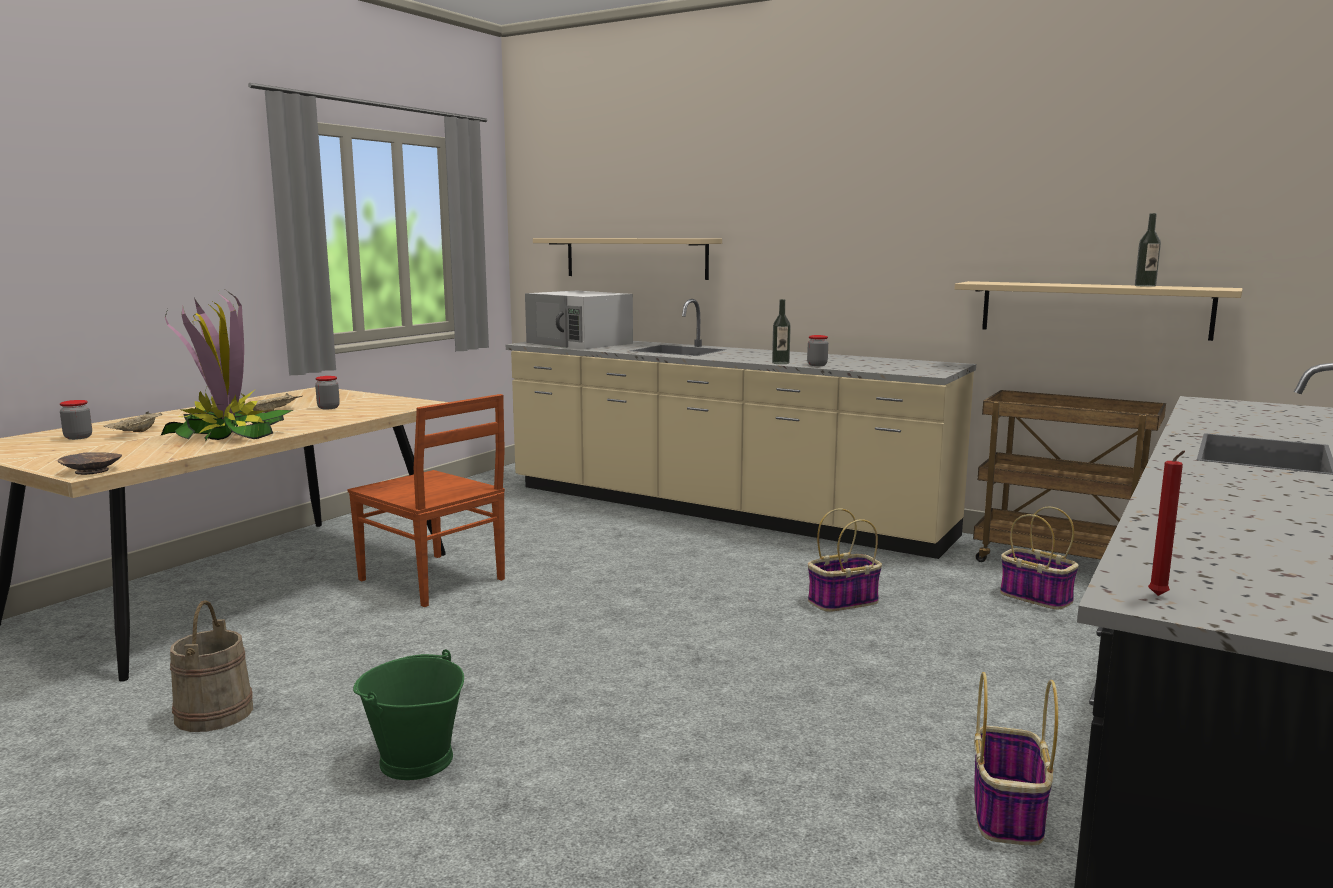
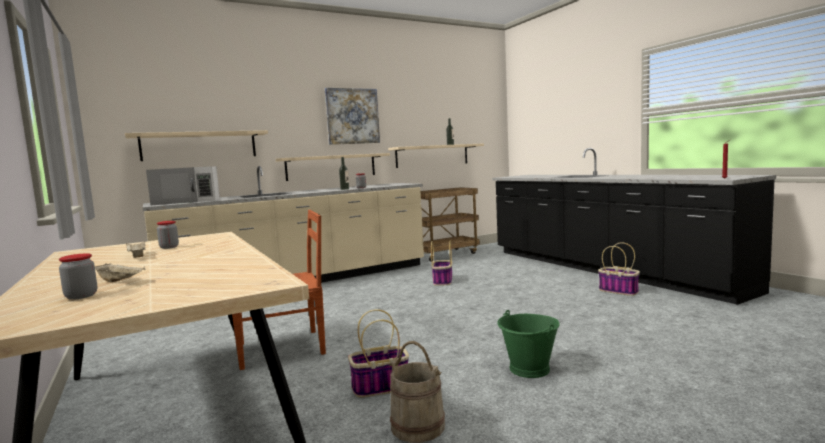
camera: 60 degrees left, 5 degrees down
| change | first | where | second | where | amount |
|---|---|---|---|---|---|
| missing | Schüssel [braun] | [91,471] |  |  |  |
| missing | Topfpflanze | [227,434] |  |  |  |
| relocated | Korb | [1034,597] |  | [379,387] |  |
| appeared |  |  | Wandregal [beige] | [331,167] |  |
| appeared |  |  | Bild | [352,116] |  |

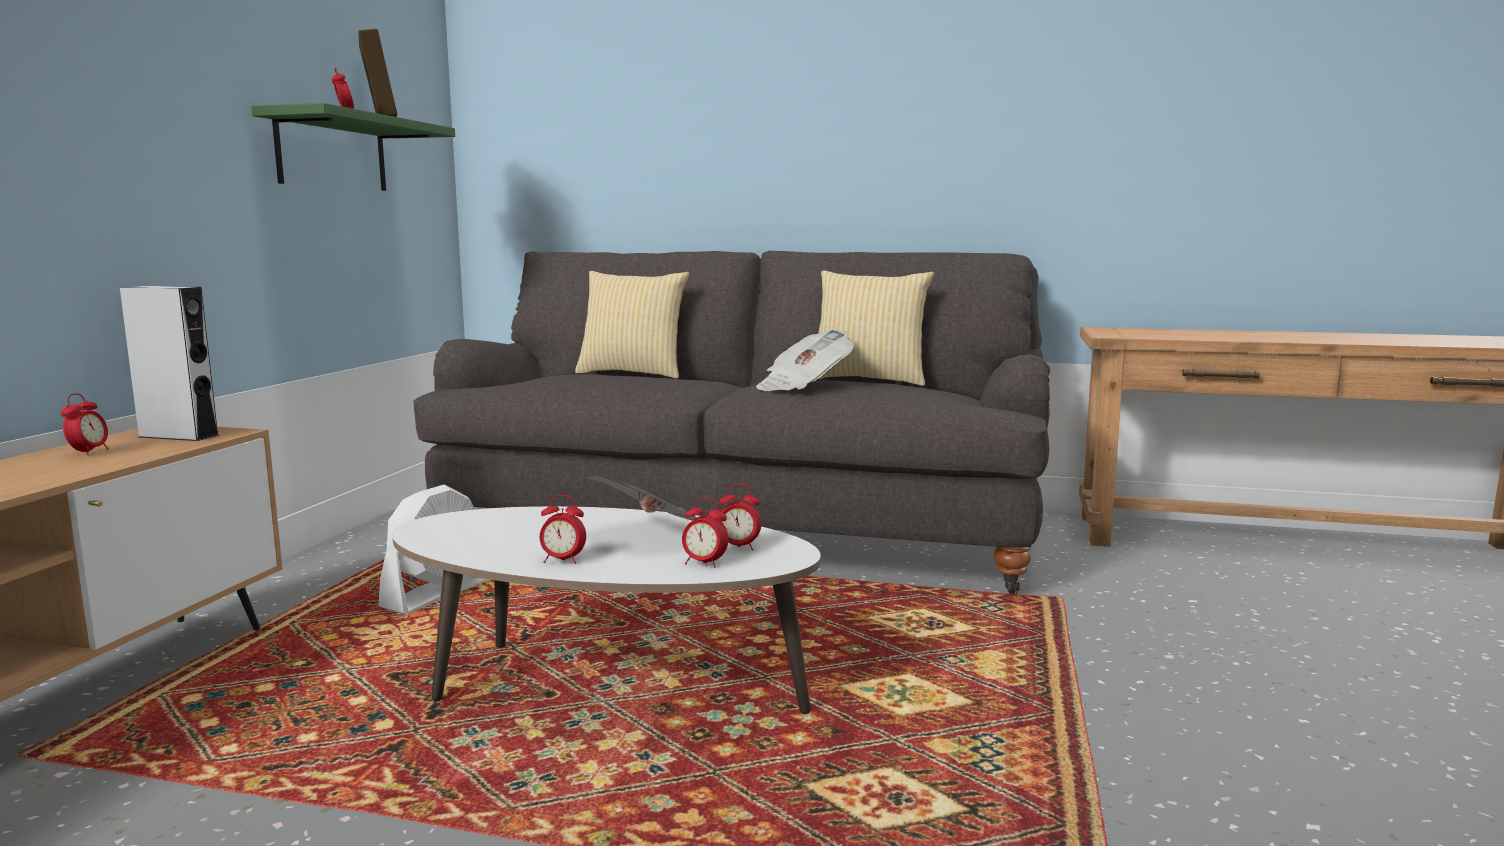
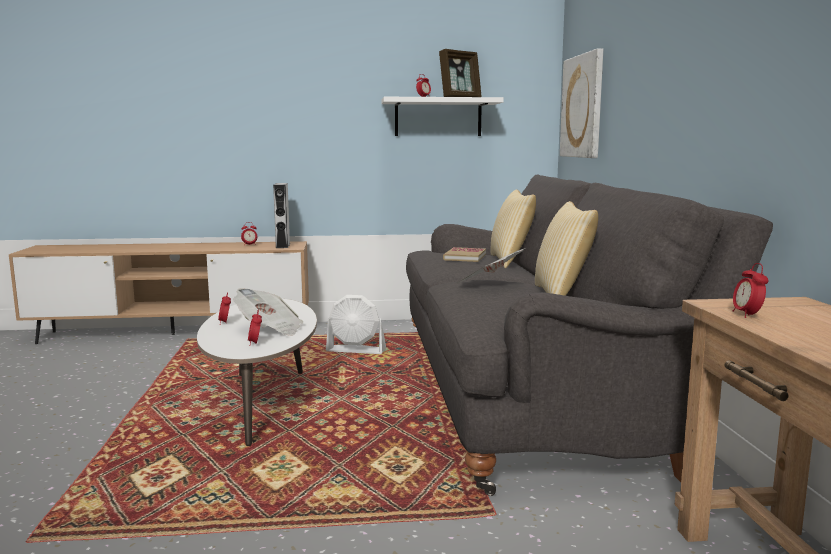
camera: 70 degrees right, 0 degrees up
| change | first | where | second | where | amount |
|---|---|---|---|---|---|
| colour | Wandregal [grün] | [332,153] | Wandregal [weiß] | [438,117] |  |
| relocated | Wecker | [704,563] |  | [747,315] |  |
| appeared |  |  | Buch | [465,257] |  |
| appeared |  |  | Bild | [583,106] |  |

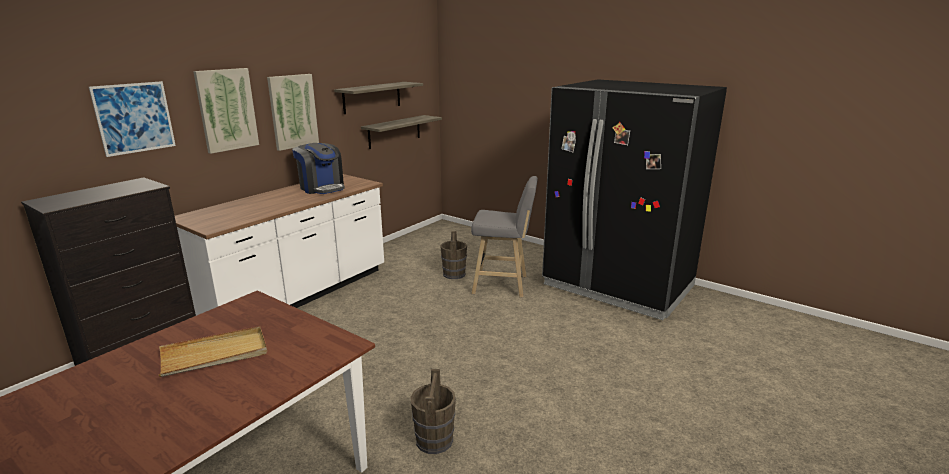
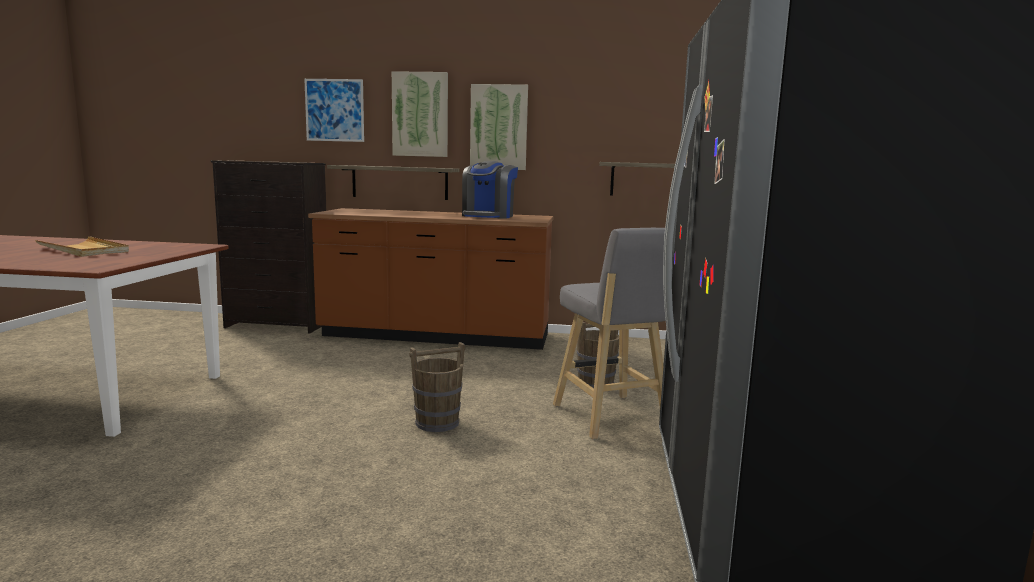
camera: 60 degrees right, 10 degrees down
| change | first | where | second | where | amount |
|---|---|---|---|---|---|
| colour | Küchenzeile [weiß] | [297,296] | Küchenzeile [braun] | [435,336] |  |
| relocated | Wandregal | [372,97] |  | [400,182] |  |
| relocated | Eimer [braun] | [434,440] |  | [438,423] |  |

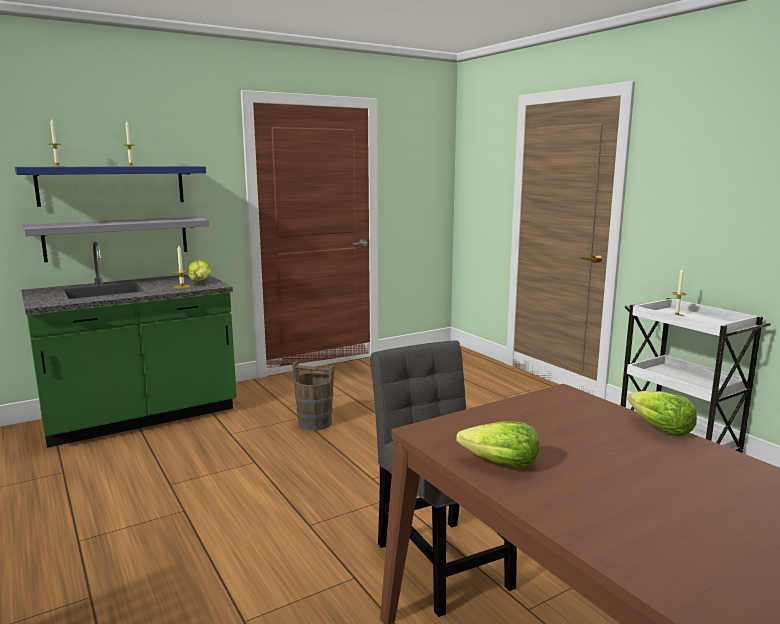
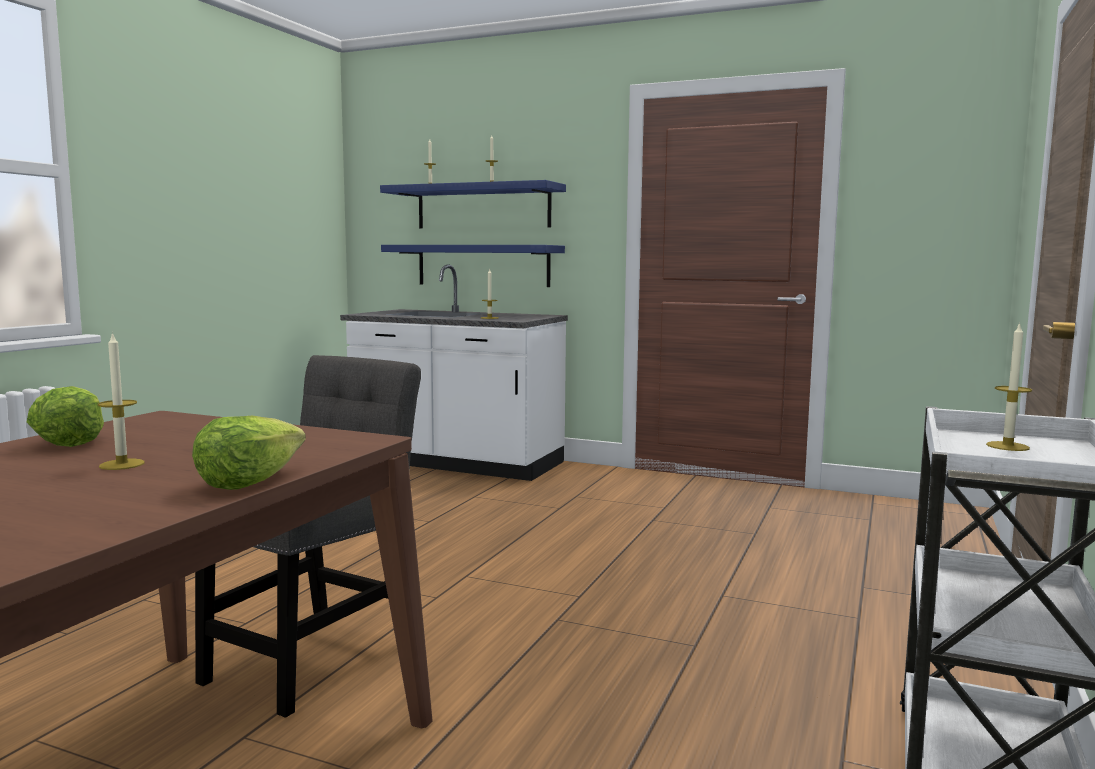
camera: 55 degrees right, 5 degrees down
| change | first | where | second | where | amount |
|---|---|---|---|---|---|
| colour | Küchenzeile [grün] | [141,417] | Küchenzeile [weiß] | [456,463] |  |
| colour | Wandregal [grau] | [117,238] | Wandregal [blau] | [483,265] |  |
| missing | Salatkopf | [200,281] |  |  |  |
| missing | Eimer [braun] | [314,423] |  |  |  |
| appeared |  |  | Kerze | [122,464] |  |

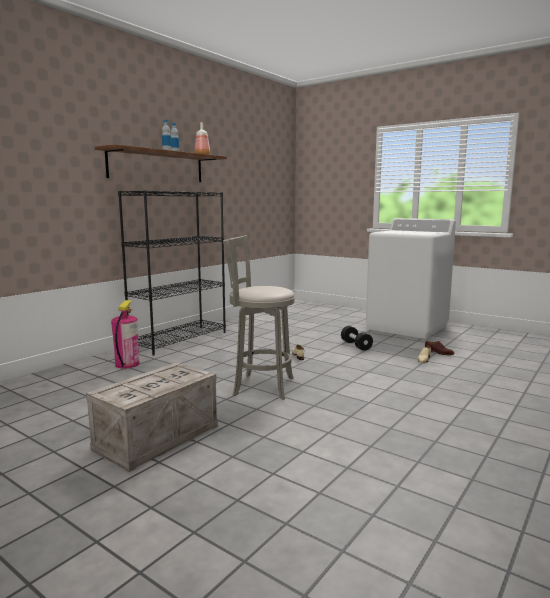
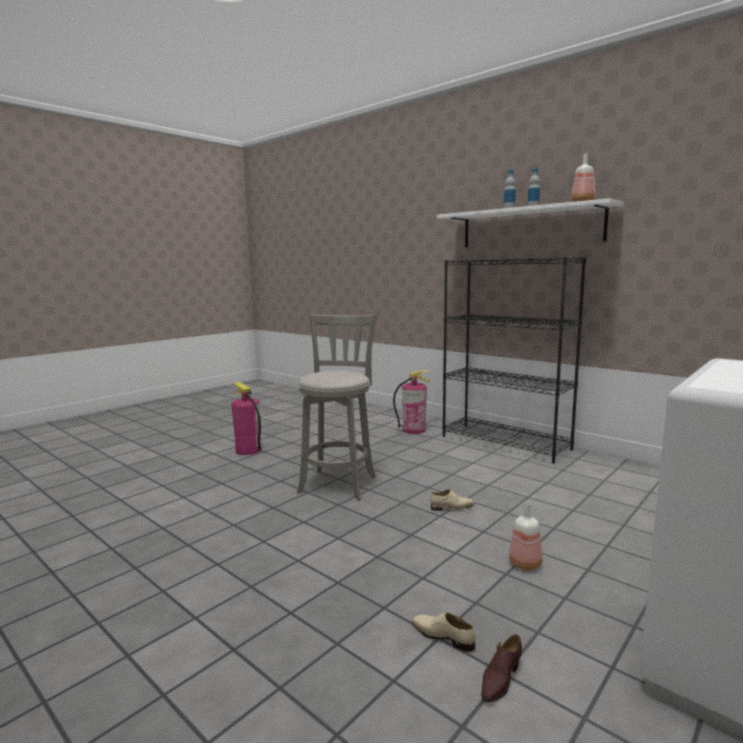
camera: 95 degrees right, 0 degrees up
| change | first | where | second | where | amount |
|---|---|---|---|---|---|
| exchanged | Kiste | [156,438] | Feuerlöscher | [248,450] |  |
| colour | Wandregal [braun] | [157,166] | Wandregal [weiß] | [530,227] |  |
| exchanged | Hantel [schwarz] | [356,345] | Flasche | [525,563] |  |

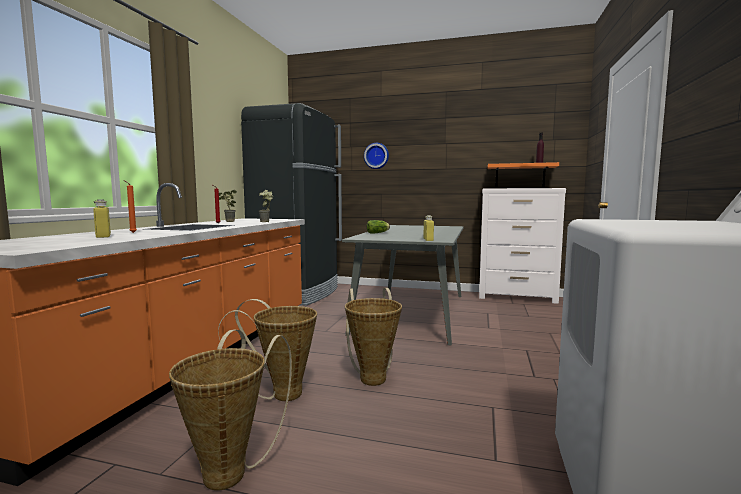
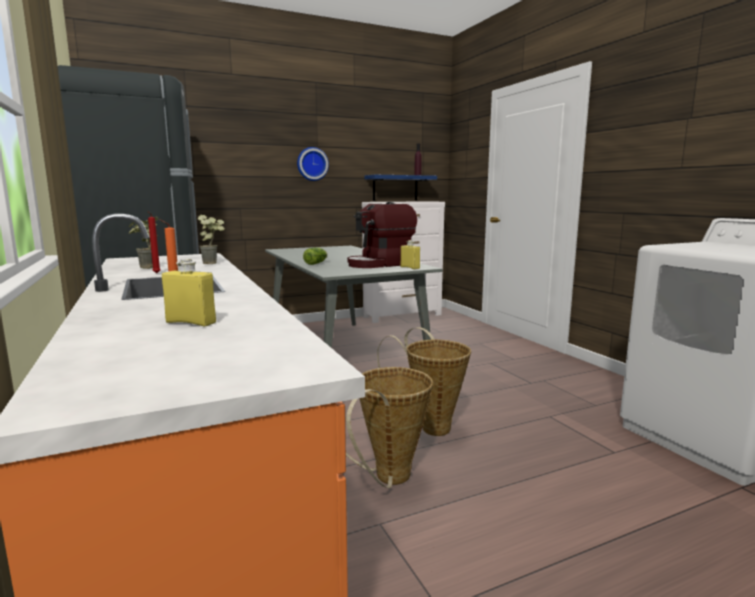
camera: 40 degrees left, 5 degrees up
| change | first | where | second | where | amount |
|---|---|---|---|---|---|
| missing | Korb | [231,470] |  |  |  |
| relocated | Wanduhr | [376,156] |  | [312,164] |  |
| colour | Wandregal [orange] | [520,176] | Wandregal [blau] | [395,188] |  |
| appeared |  |  | Kaffeemaschine | [381,264] |  |

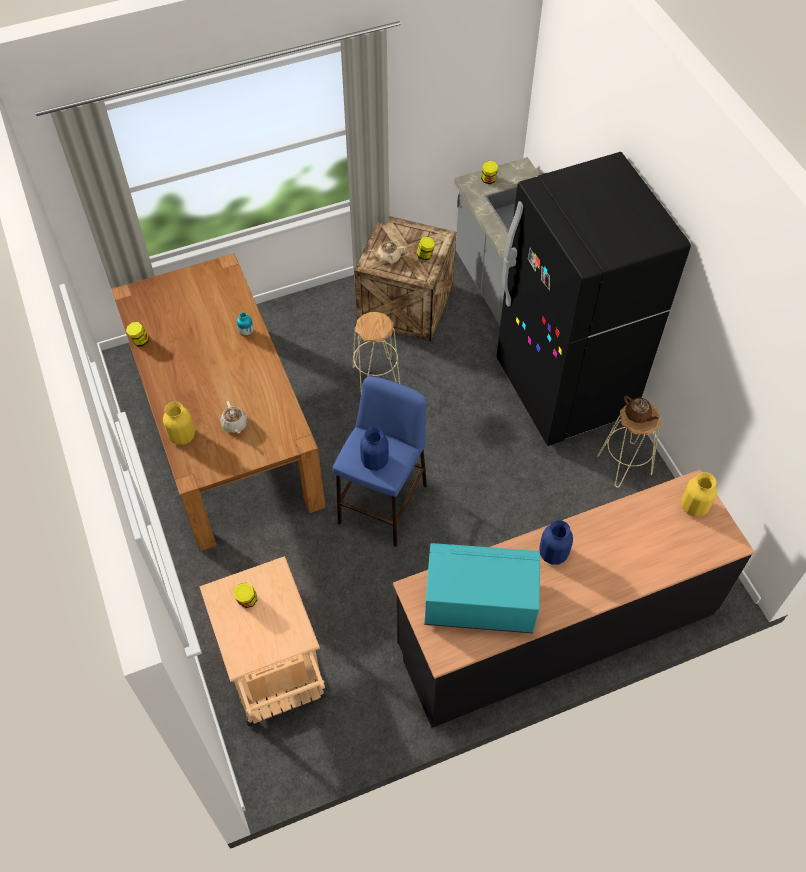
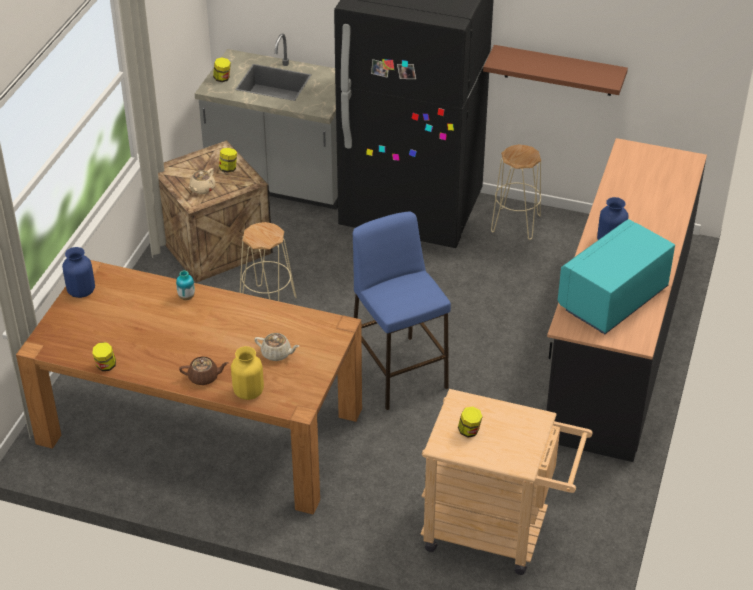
camera: 50 degrees left, 15 degrees down
| change | first | where | second | where | amount |
|---|---|---|---|---|---|
| relocated | Vase [blau] | [375,461] |  | [81,291] |  |
| relocated | Teekanne [braun] | [638,415] |  | [204,377] |  |
| missing | Vase [gelb] | [694,506] |  |  |  |
| appeared |  |  | Wandregal [braun] | [558,71] |  |

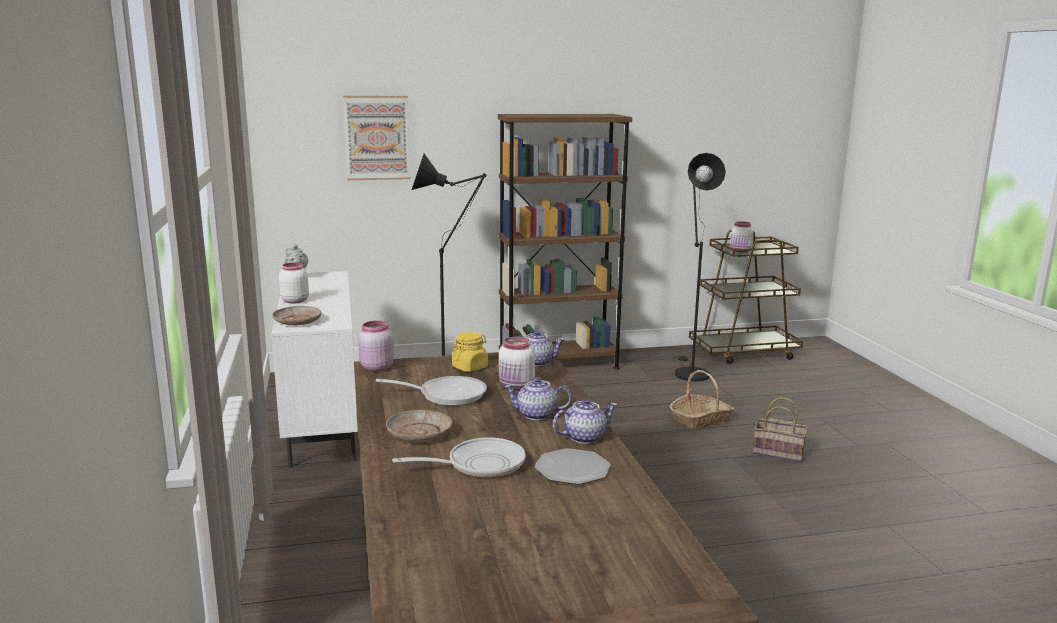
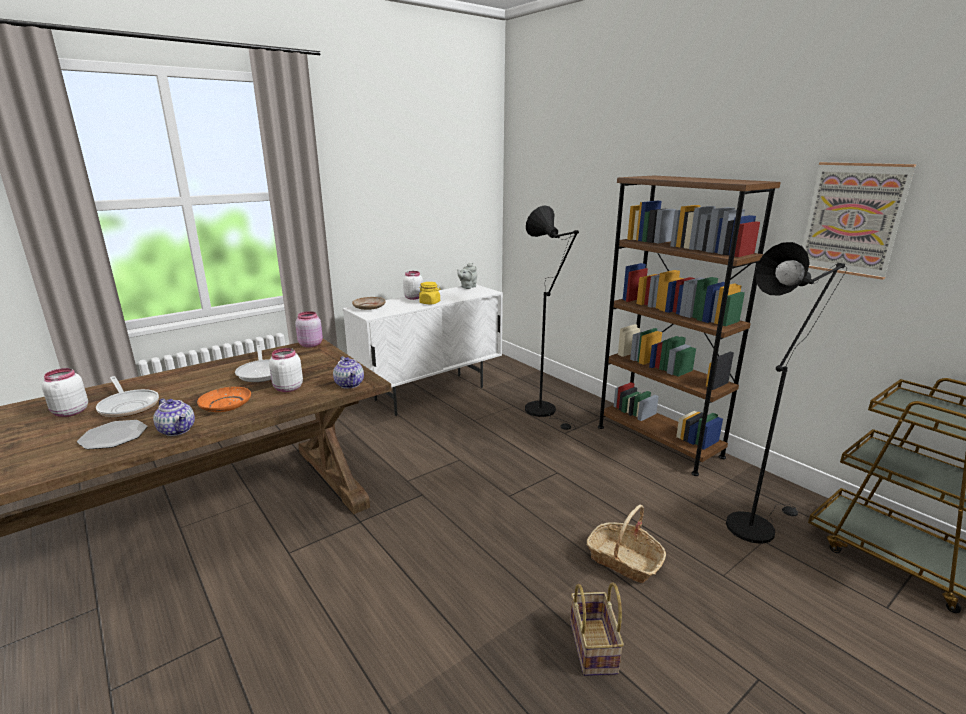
camera: 65 degrees right, 5 degrees up
| change | first | where | second | where | amount |
|---|---|---|---|---|---|
| relocated | Bild | [377,138] |  | [852,219] |  |
| missing | Teller [beige] | [419,434] |  |  |  |
| relocated | Vorratsglas [gelb] | [470,367] |  | [430,303] |  |
| exchanged | Teekanne | [537,415] | Teller [orange] | [226,405] |  |
| relocated | Vorratsglas [weiß] | [741,251] |  | [69,412] |  |

